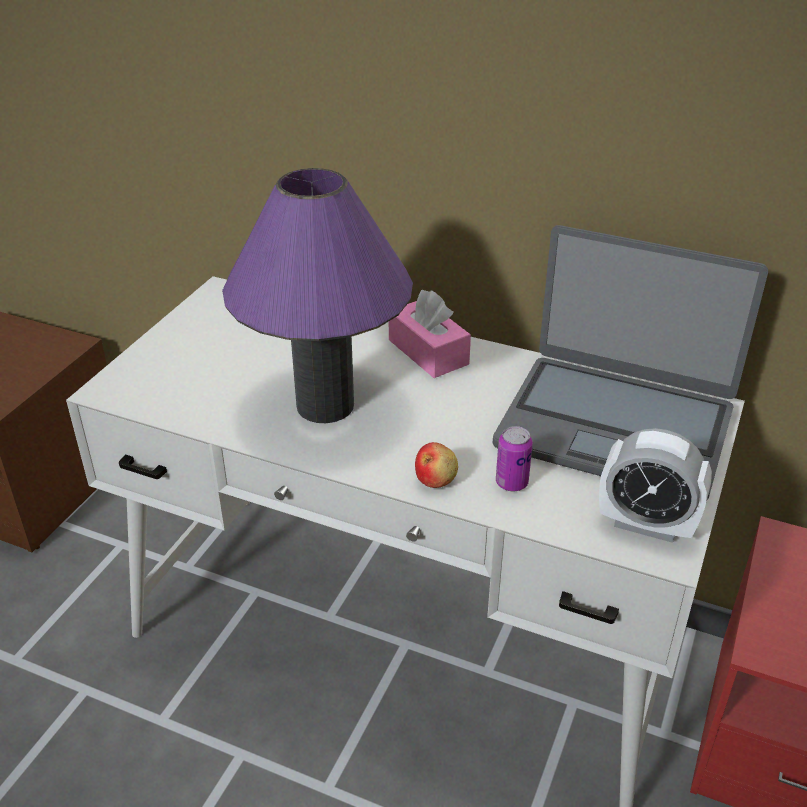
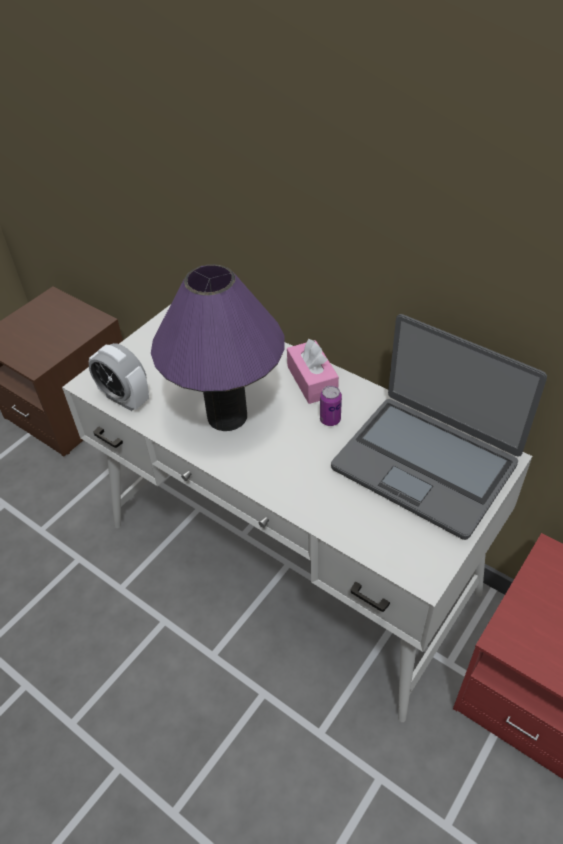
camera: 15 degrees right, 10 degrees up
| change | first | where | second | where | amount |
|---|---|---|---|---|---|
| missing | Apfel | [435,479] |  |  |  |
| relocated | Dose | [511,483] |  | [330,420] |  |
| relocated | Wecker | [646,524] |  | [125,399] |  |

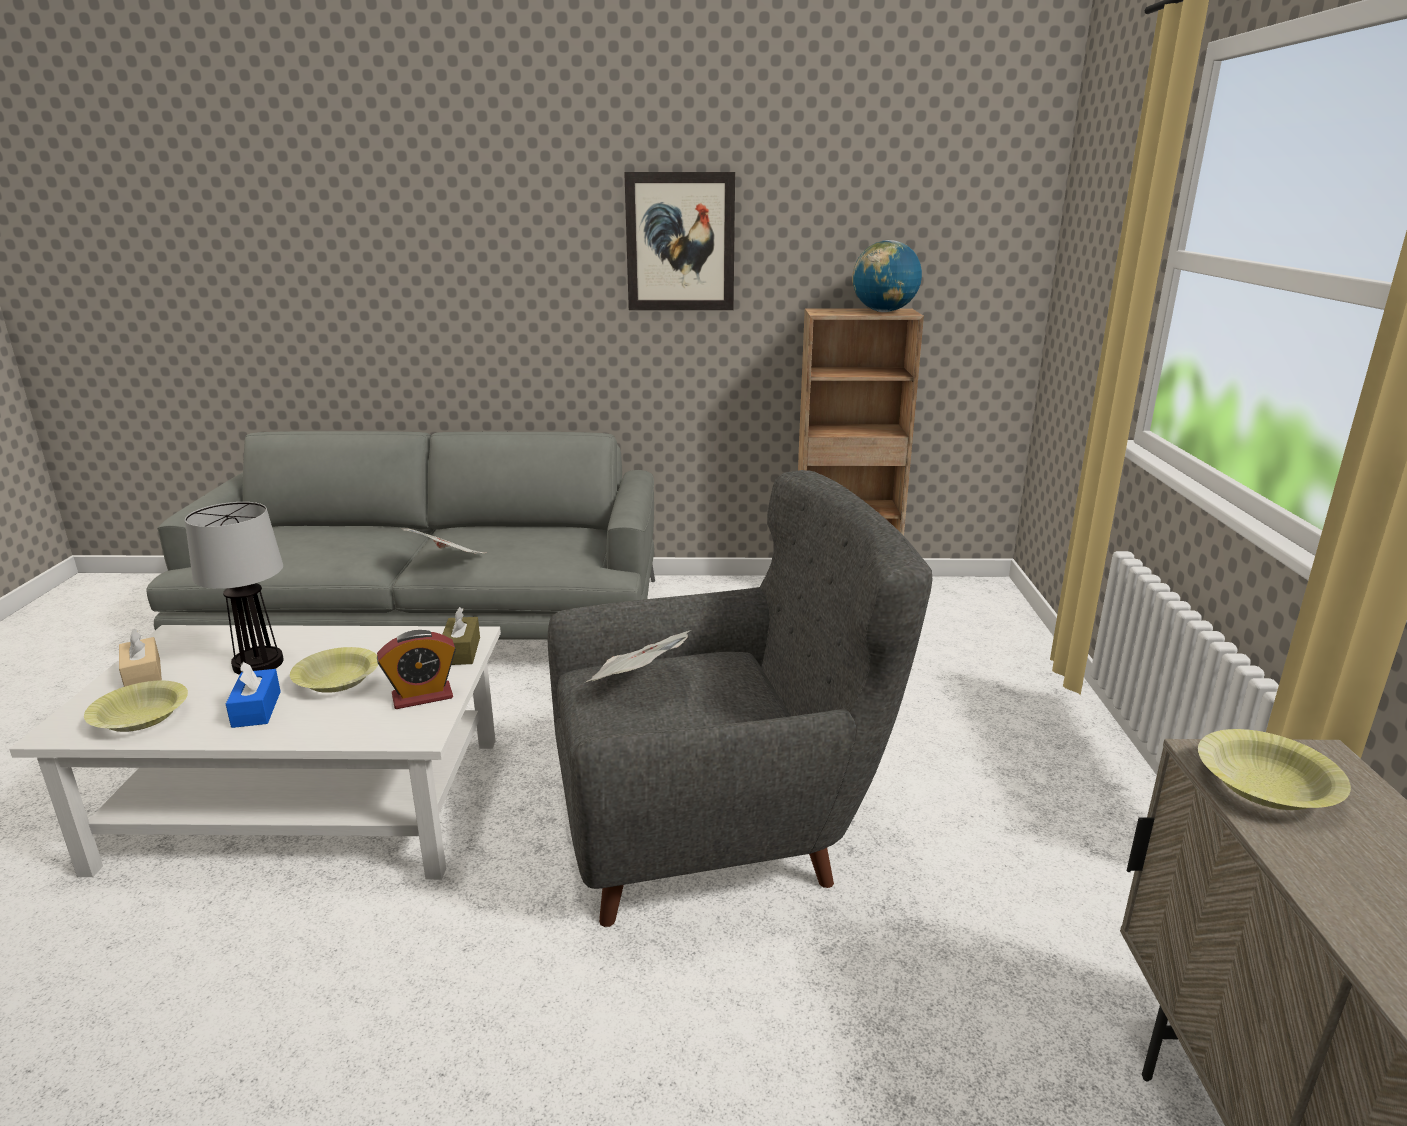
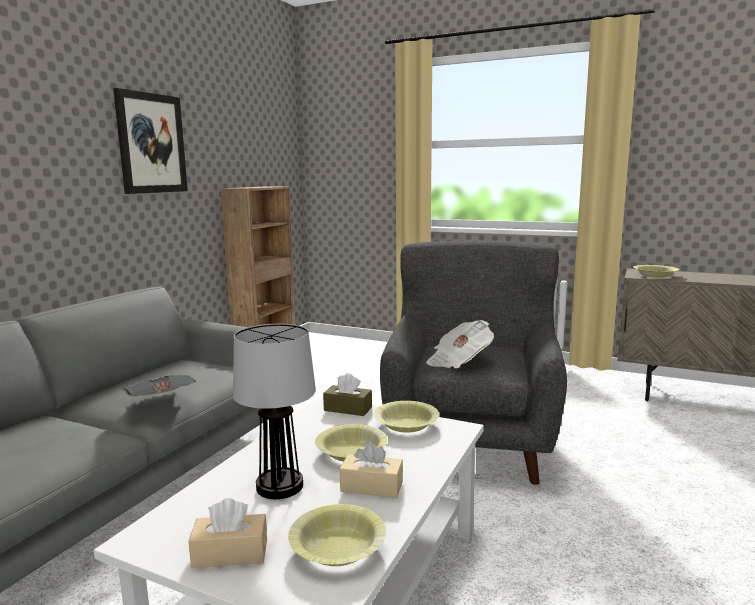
camera: 65 degrees left, 10 degrees down
| change | first | where | second | where | amount |
|---|---|---|---|---|---|
| colour | Taschentuchbox [blau] | [256,709] | Taschentuchbox [beige] | [371,486] |  |
| exchanged | Wecker | [422,696] | Schüssel [gelb] | [406,425] |  |
| missing | Globus | [884,312] |  |  |  |

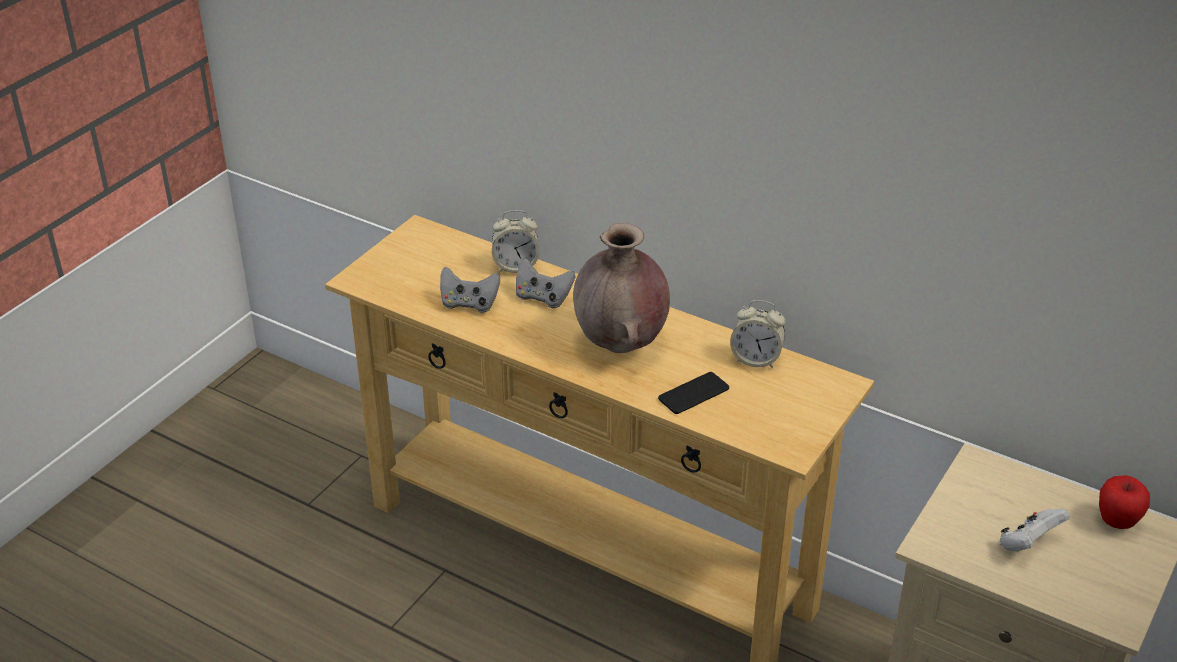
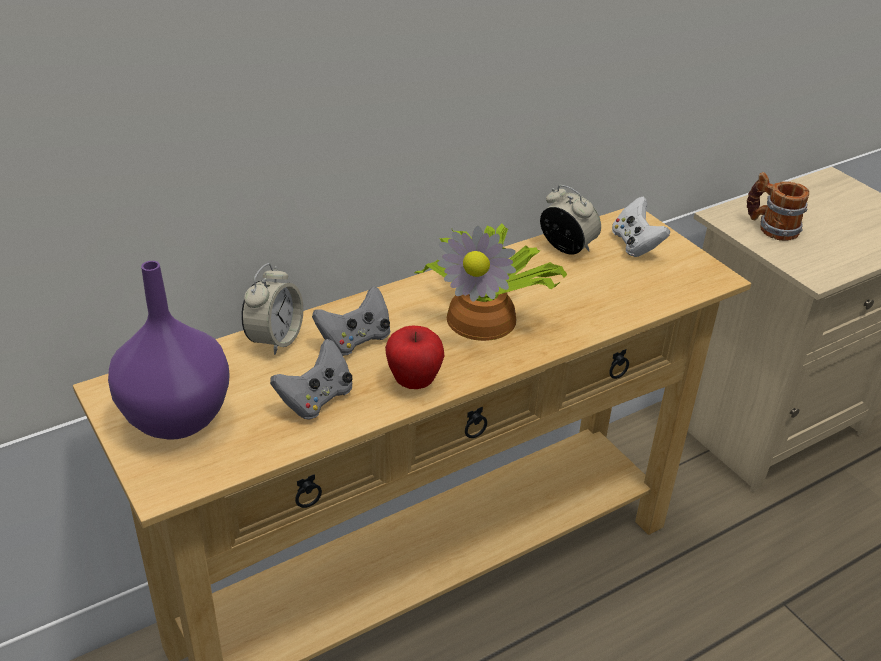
camera: 65 degrees left, 0 degrees up
| change | first | where | second | where | amount |
|---|---|---|---|---|---|
| exchanged | Vase [braun] | [621,345] | Topfpflanze | [485,316] |  |
| missing | Handy | [693,394] |  |  |  |
| spun | Wecker | [756,359] |  | [567,248] | 90 degrees counterclockwise |
| relocated | Gamepad [weiß] | [1028,544] |  | [635,244] |  |
| relocated | Apfel | [1117,522] |  | [414,382] |  |
| appeared |  |  | Vase [lila] | [175,417] |  |
| appeared |  |  | Henkelbecher | [770,227] |  |

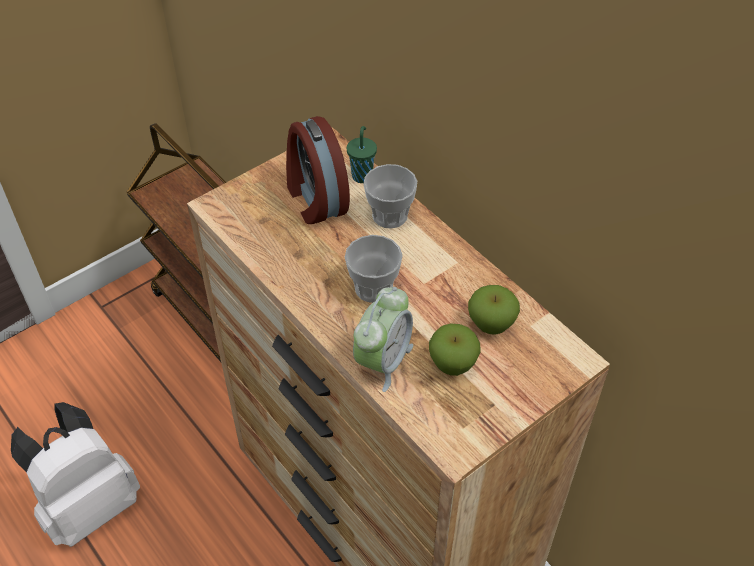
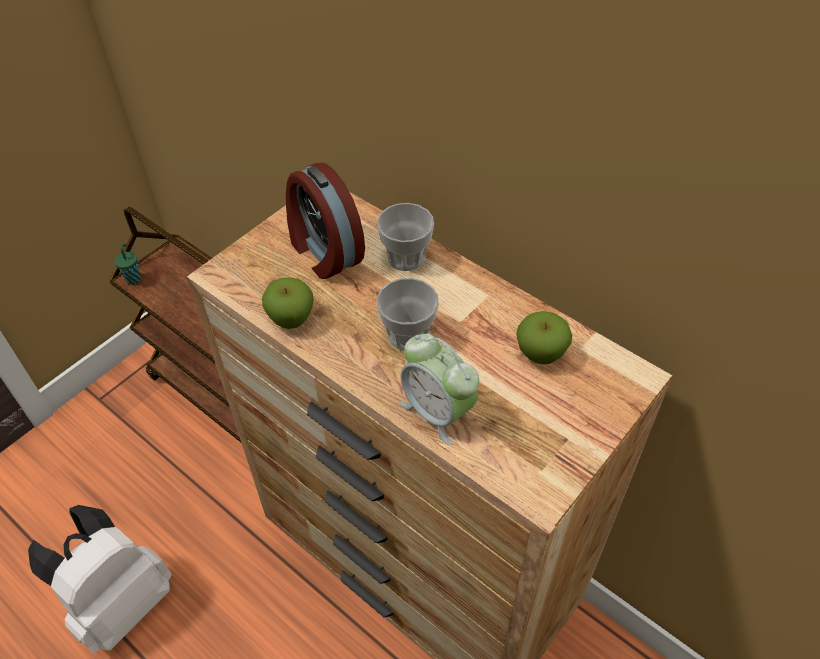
camera: 10 degrees left, 0 degrees up
| change | first | where | second | where | amount |
|---|---|---|---|---|---|
| relocated | Tasse [grün] | [362,175] |  | [133,278] |  |
| spun | Wecker | [383,361] |  | [438,412] | 120 degrees clockwise |
| relocated | Apfel | [452,364] |  | [291,319] |  |

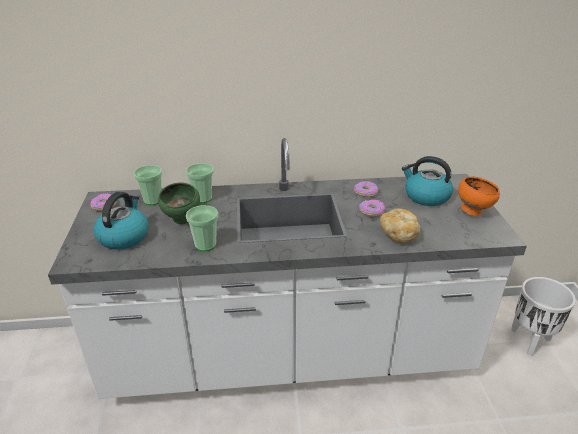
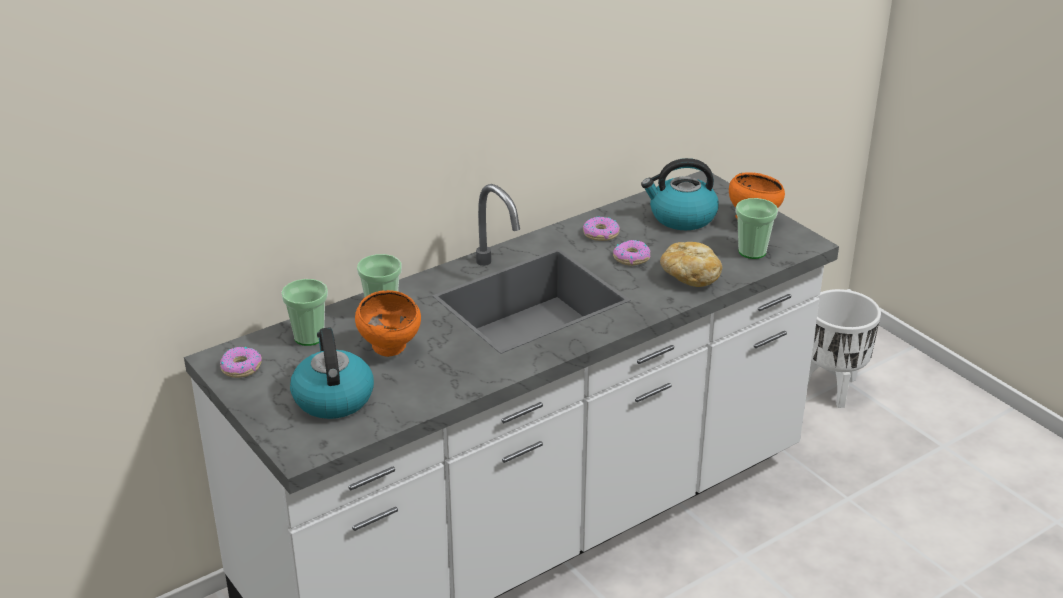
camera: 30 degrees left, 0 degrees up
| change | first | where | second | where | amount |
|---|---|---|---|---|---|
| colour | Schüssel [grün] | [183,220] | Schüssel [orange] | [391,350] |  |
| relocated | Tasse | [205,245] |  | [752,251] |  |

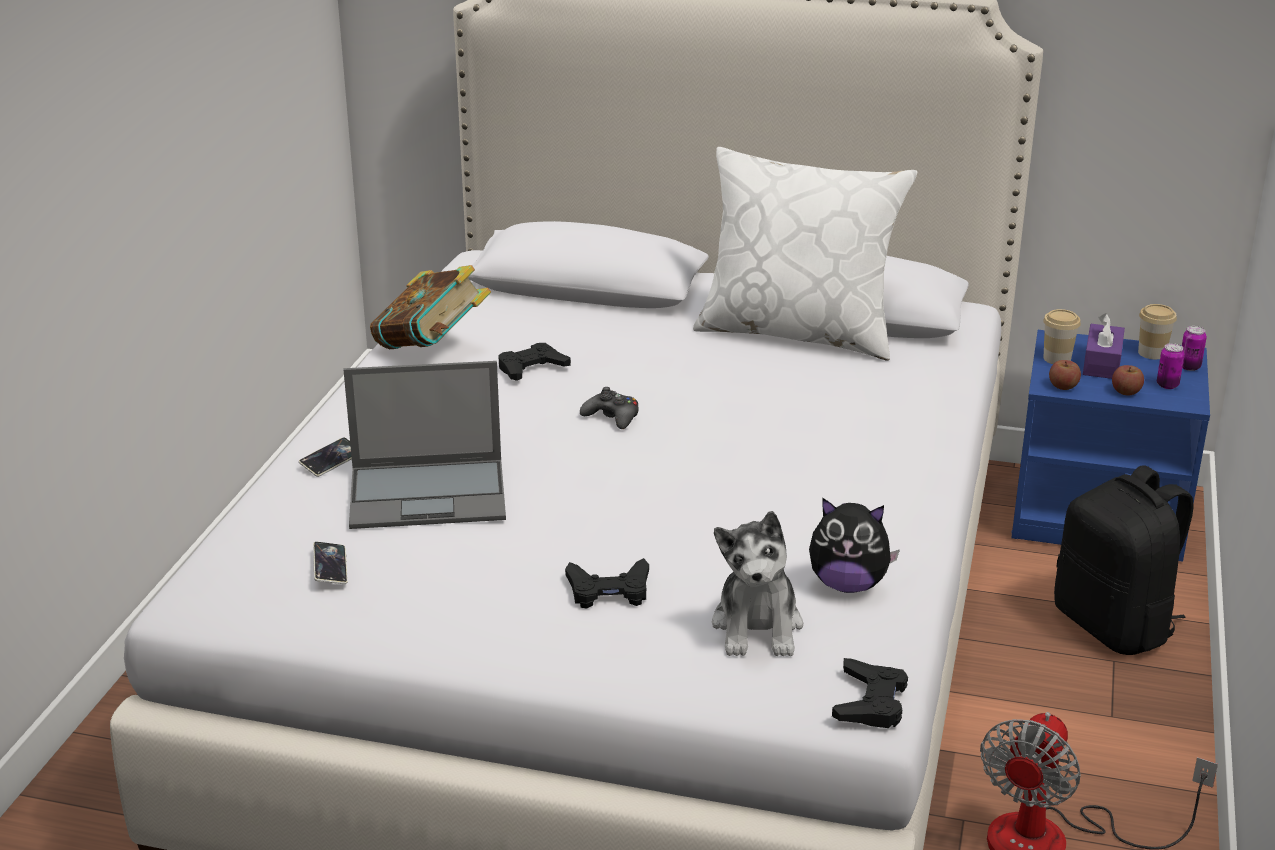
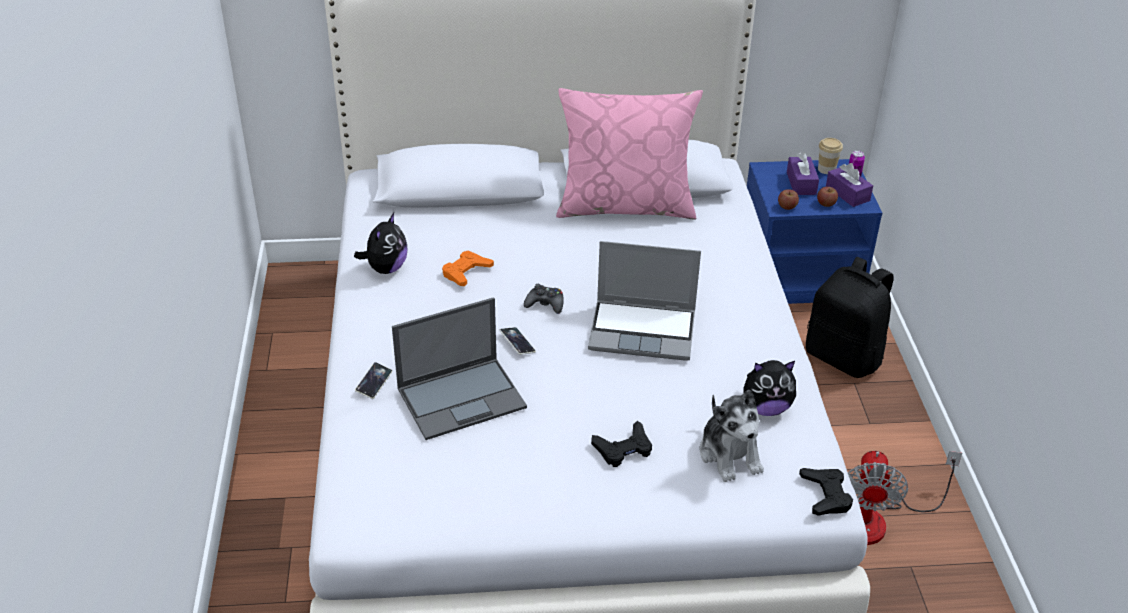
camera: 20 degrees left, 10 degrees up
| change | first | where | second | where | amount |
|---|---|---|---|---|---|
| relocated | Handy | [330,567] |  | [517,343] |  |
| exchanged | Buch | [432,349] | Plüschtier | [386,268] |  |
| colour | Gamepad [schwarz] | [532,368] | Gamepad [orange] | [466,272] |  |
| colour | Kissen [weiß] | [798,332] | Kissen [rosa] | [625,205] |  |
| missing | Tasse | [1057,358] |  |  |  |
| exchanged | Dose | [1167,385] | Taschentuchbox [lila] | [847,193] |  |
| appeared |  |  | Laptop | [644,331] |  |

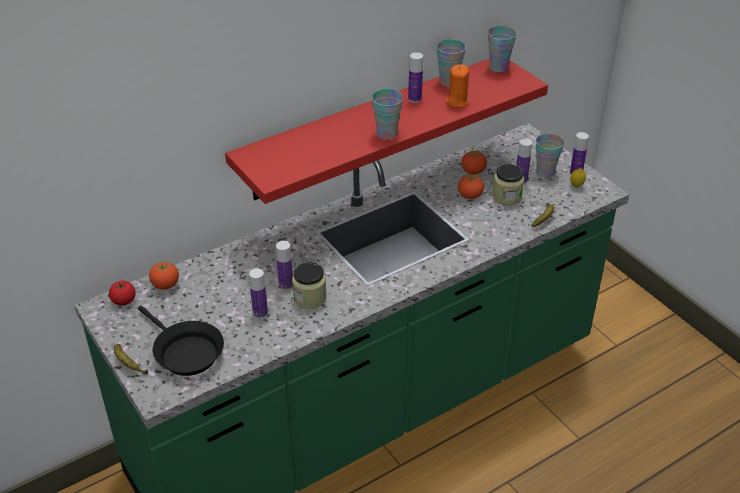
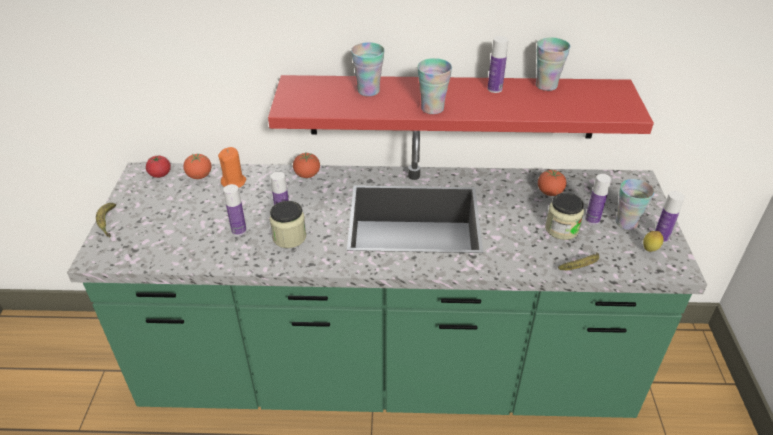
camera: 35 degrees right, 0 degrees up
| change | first | where | second | where | amount |
|---|---|---|---|---|---|
| missing | Pfanne [schwarz] | [185,352] |  |  |  |
| relocated | Kerze [orange] | [457,101] |  | [234,182] |  |
| relocated | Tomate | [470,196] |  | [307,175] |  |
| relocated | Tasse | [498,67] |  | [368,91] |  |

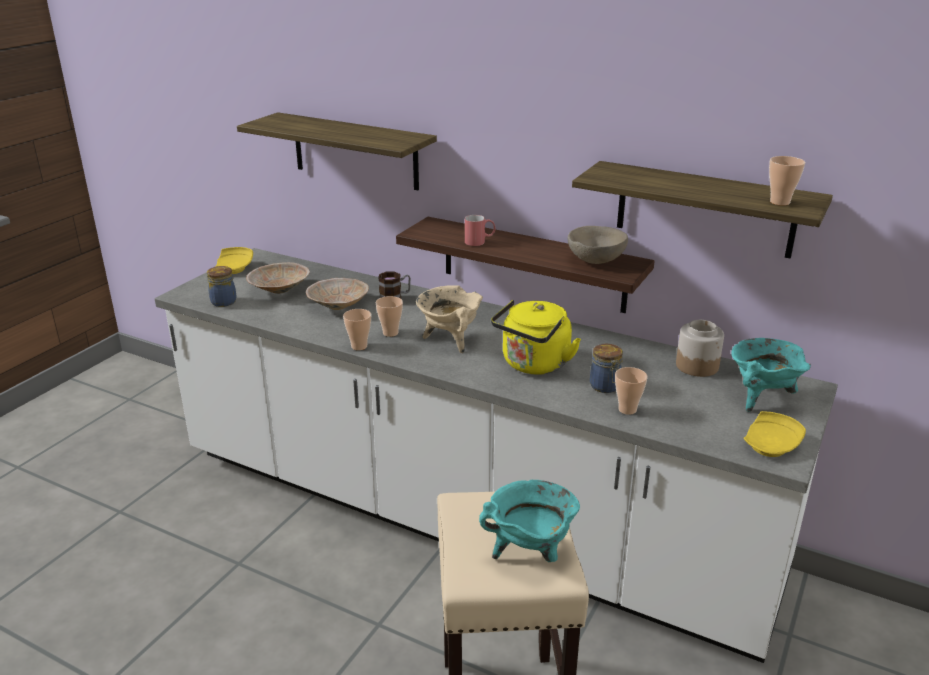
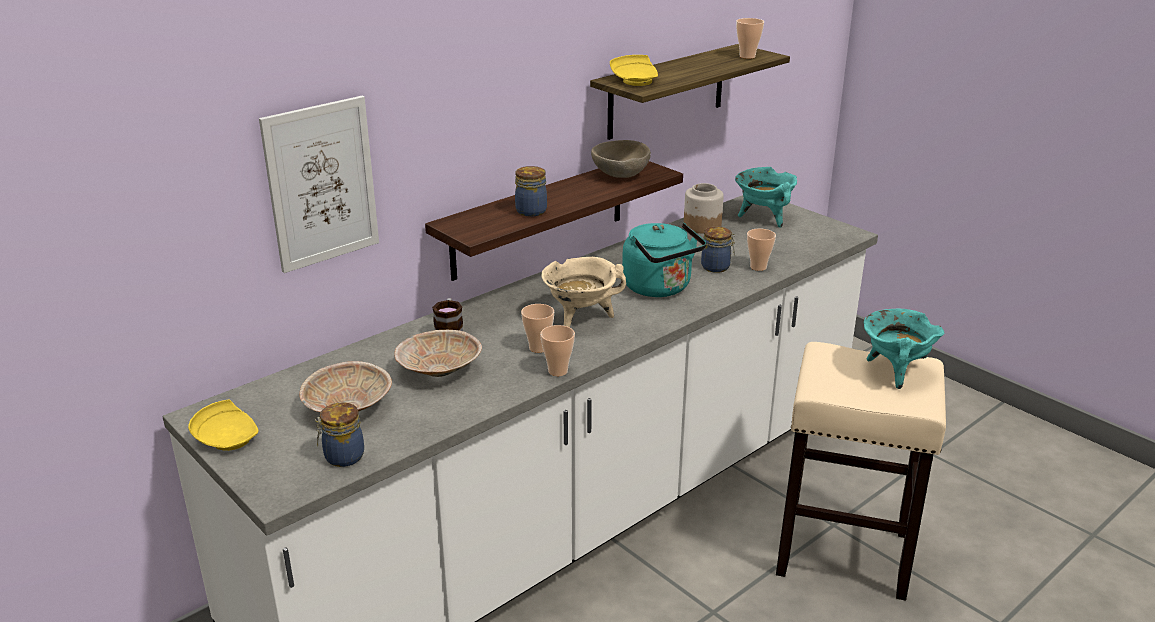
camera: 70 degrees left, 0 degrees up
| change | first | where | second | where | amount |
|---|---|---|---|---|---|
| exchanged | Wandregal | [355,151] | Bild | [321,184] |  |
| exchanged | Henkelbecher [rot] | [480,242] | Vorratsglas | [531,210] |  |
| colour | Wasserkessel [gelb] | [533,365] | Wasserkessel [türkis] | [660,288] |  |
| relocated | Teller [gelb] | [771,446] |  | [636,80] |  |

